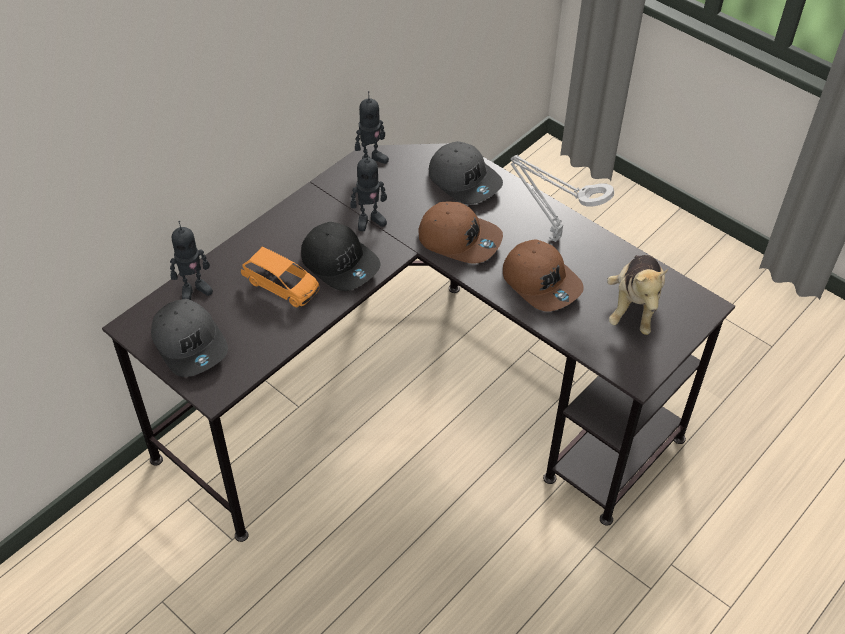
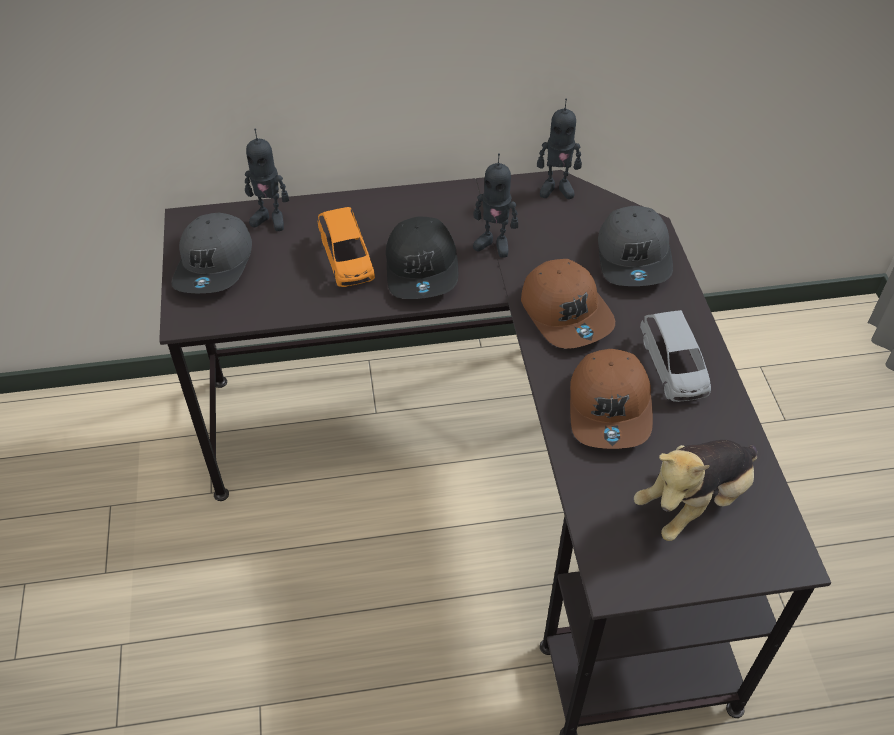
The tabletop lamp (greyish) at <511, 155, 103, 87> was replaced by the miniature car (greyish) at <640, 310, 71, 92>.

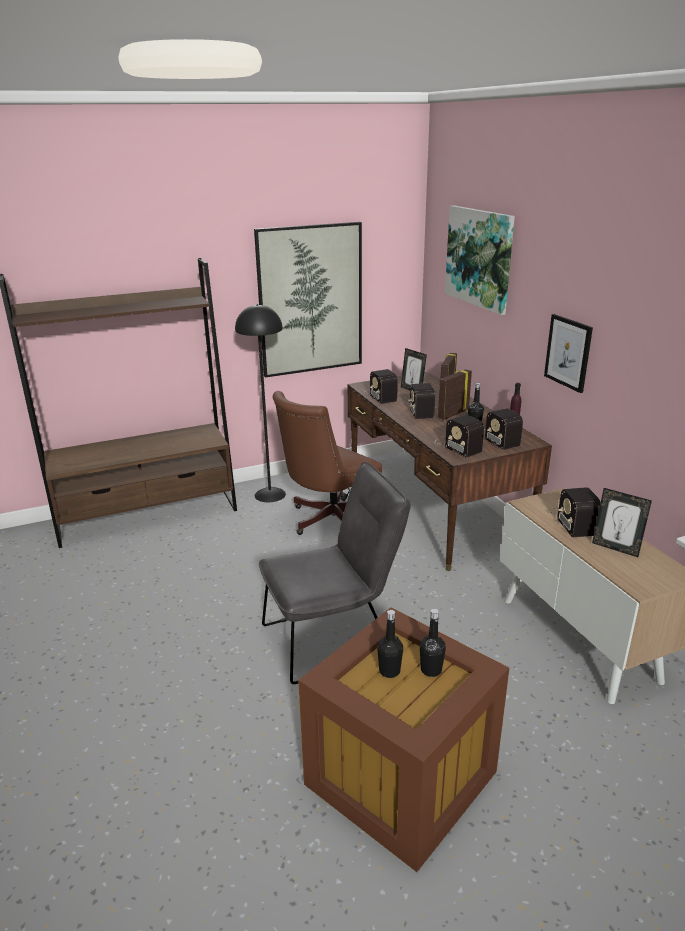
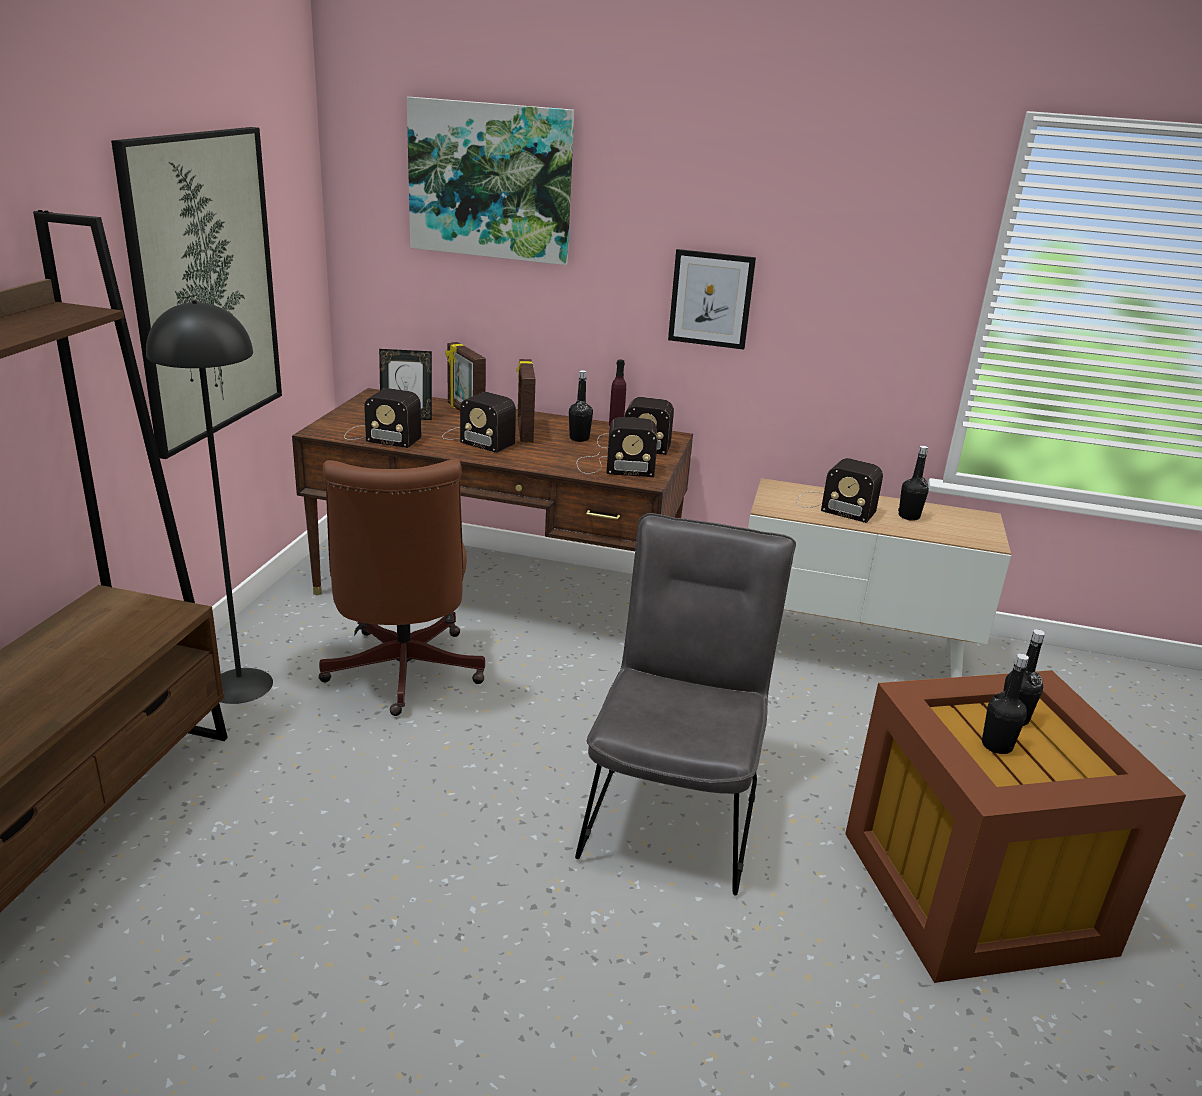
The picture frame at <592, 488, 60, 69> was replaced by the bottle (black-coloured) at <898, 446, 31, 75>.

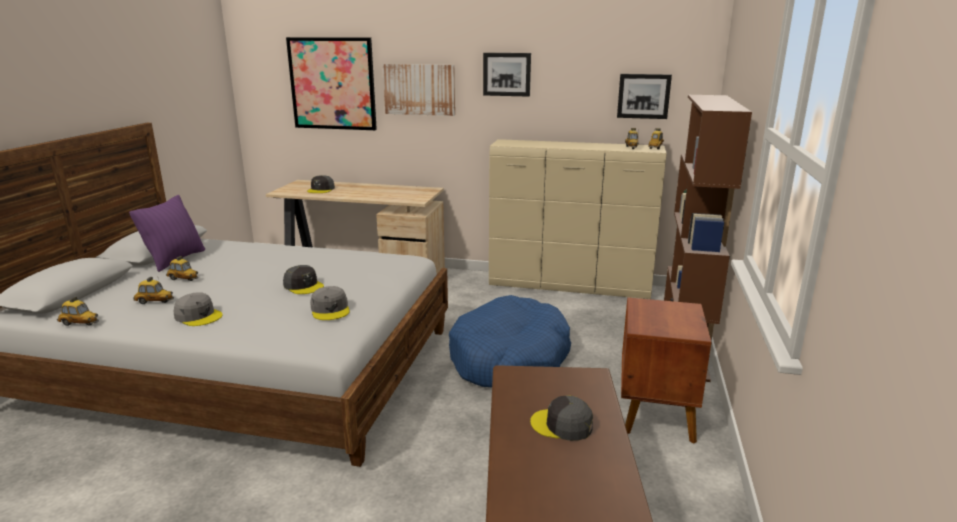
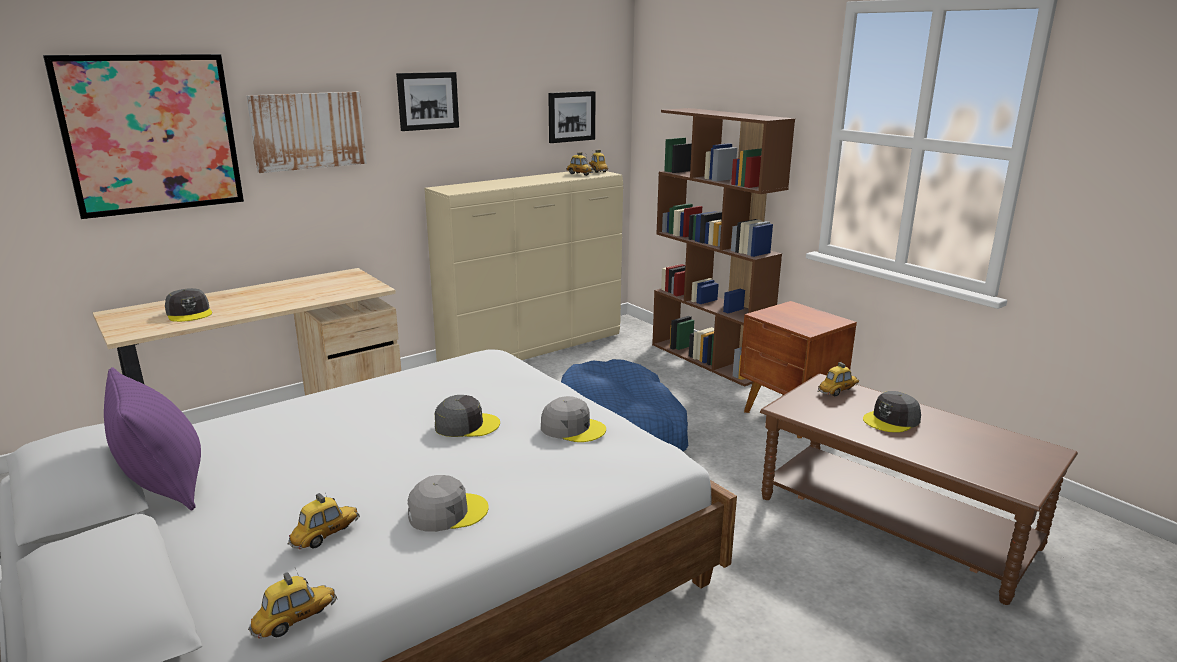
The miniature car moved from <166, 256, 32, 25> to <817, 362, 42, 35>.

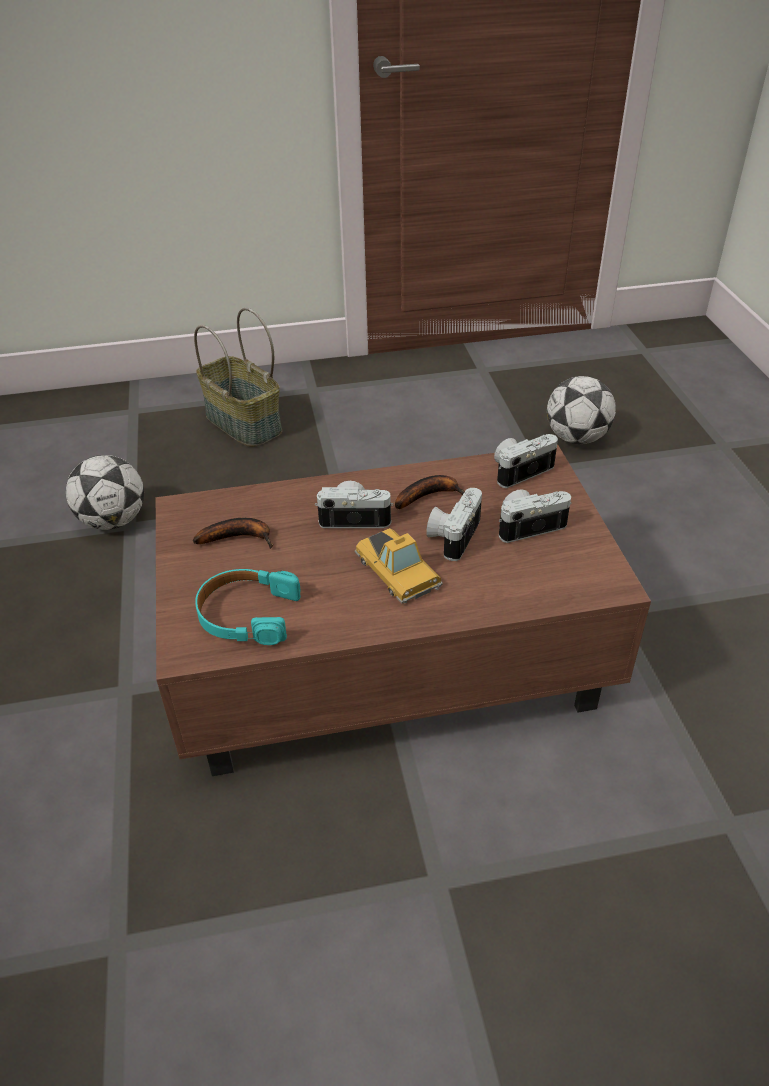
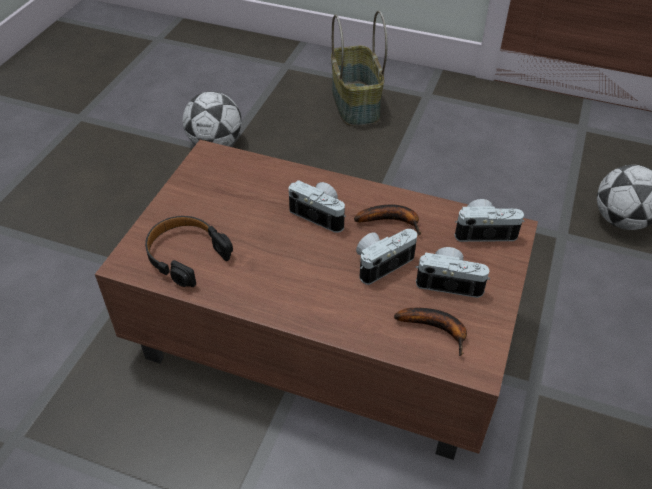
The headset (blue-green) at <195, 569, 106, 76> became the headset (black-coloured) at <145, 216, 88, 71>.
The banana moved from <193, 518, 80, 31> to <394, 308, 73, 48>.
The miniature car at <355, 528, 88, 75> disappeared.

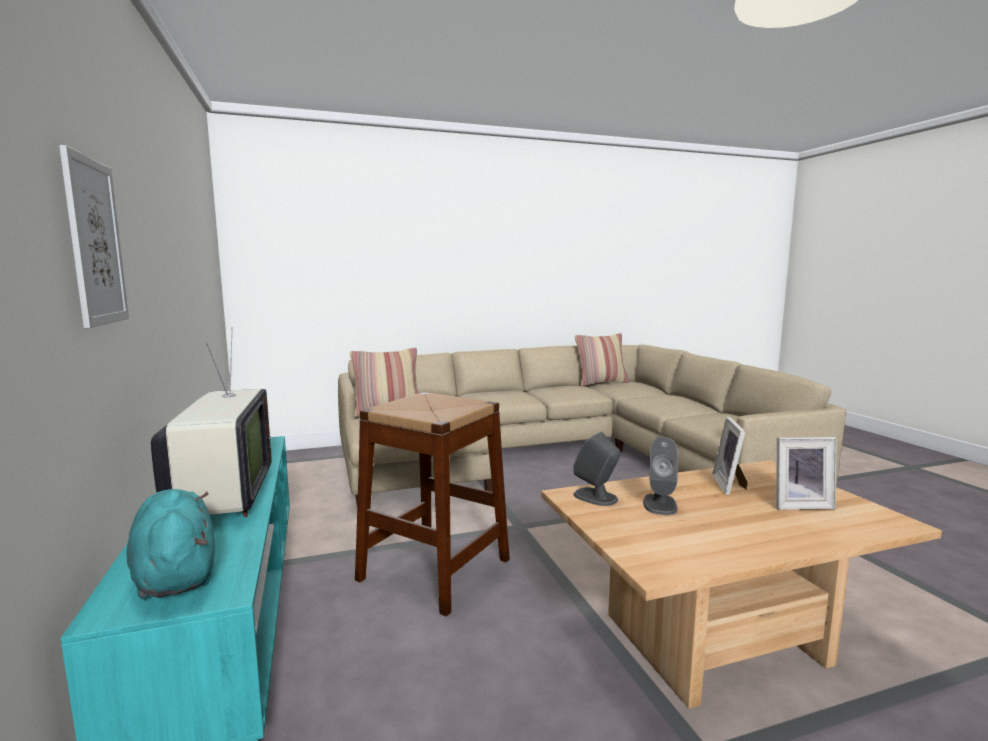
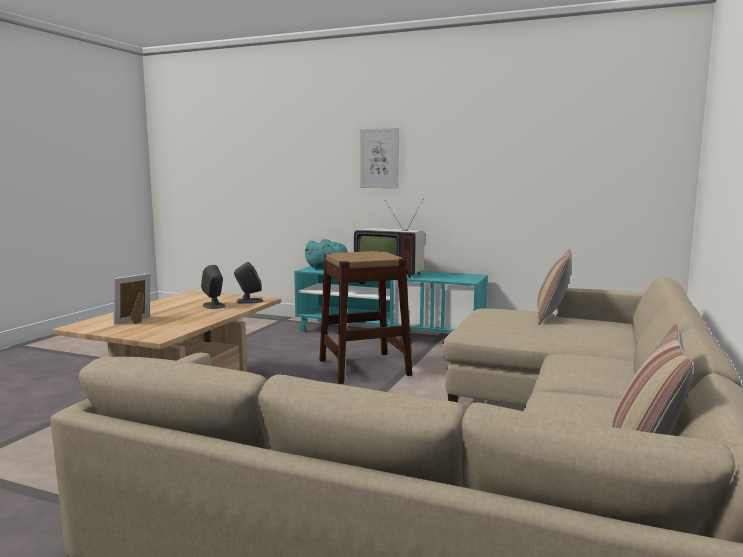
The picture frame at <712, 417, 36, 78> disappeared.

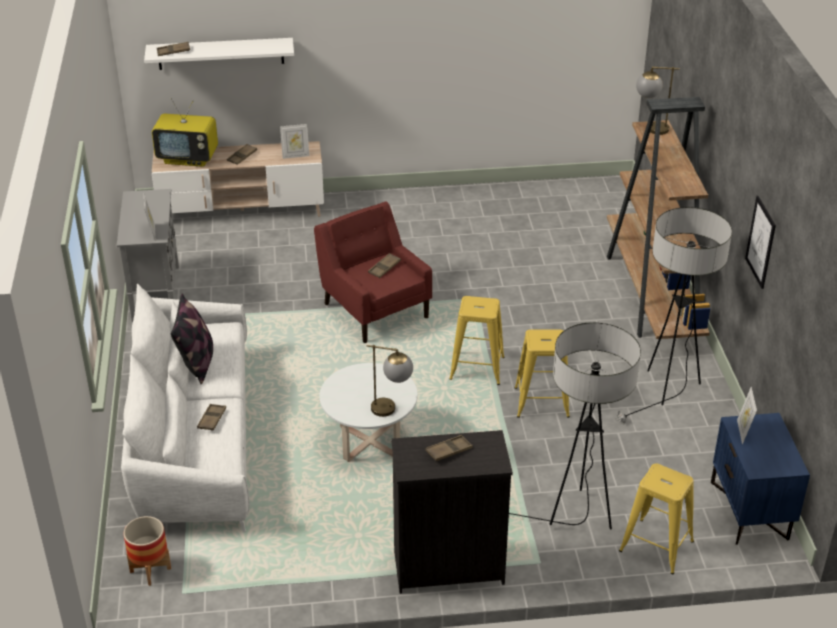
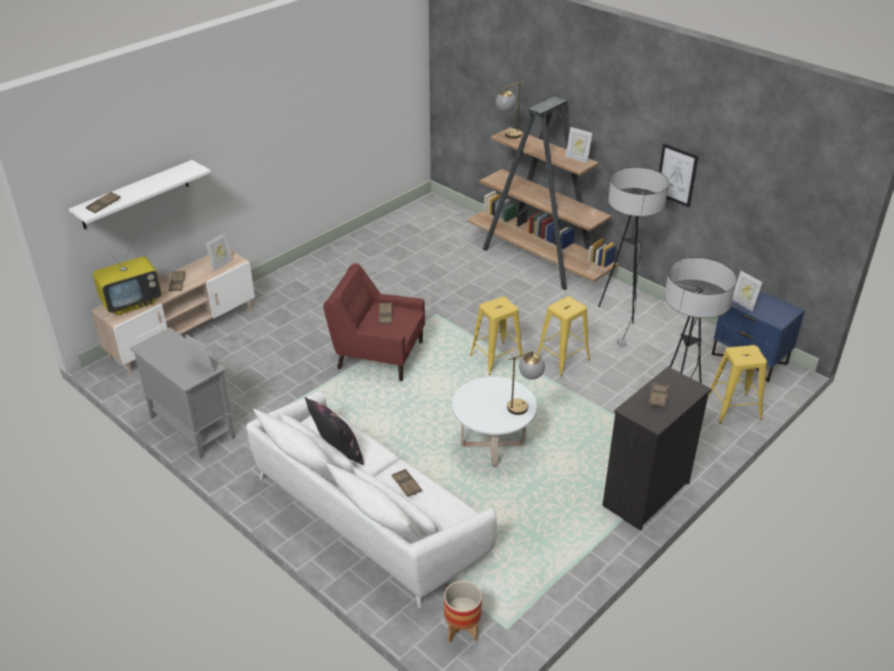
The picture frame at <566, 127, 26, 36> appeared.

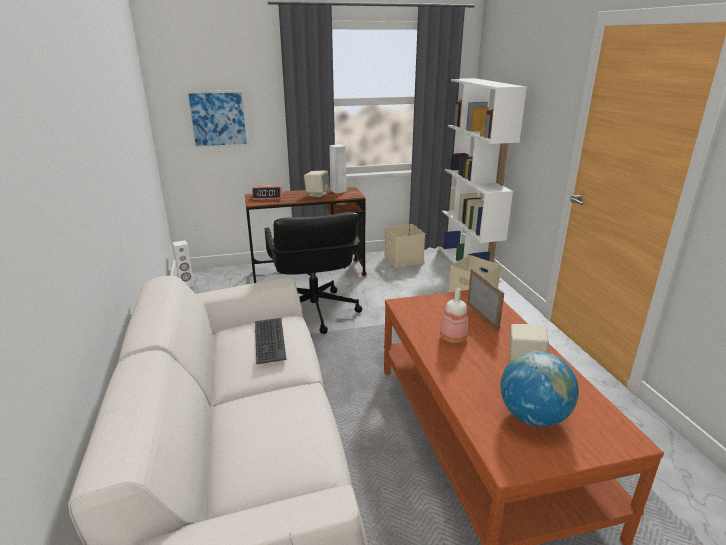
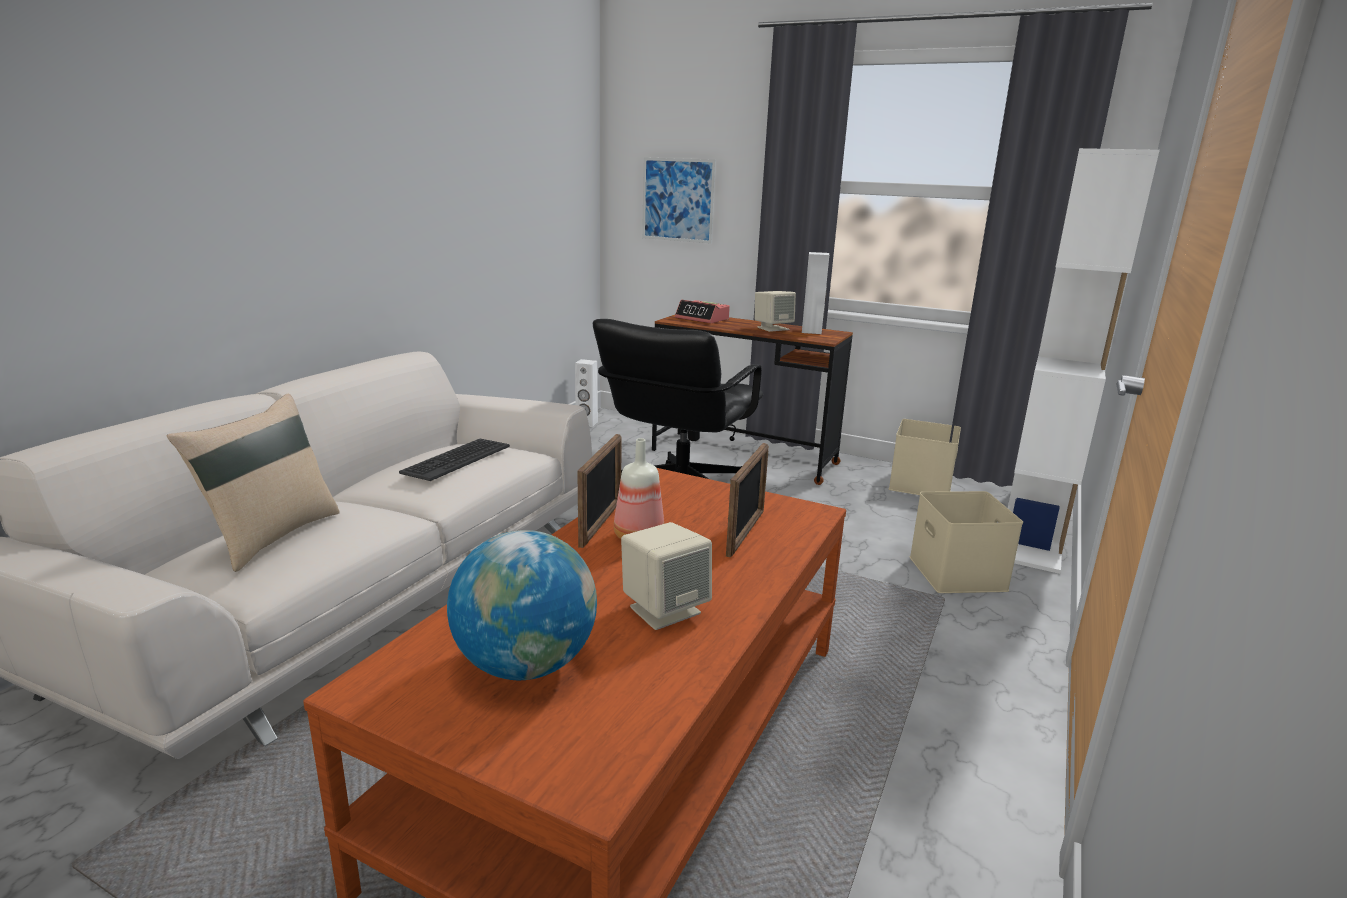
The pillow (beige-coloured) at <167, 394, 173, 178> appeared.
The picture frame at <577, 434, 45, 114> appeared.

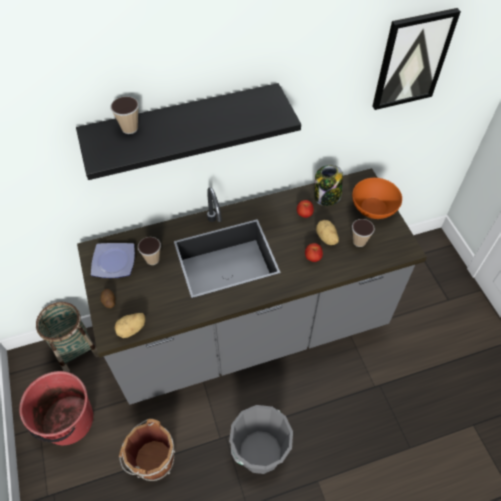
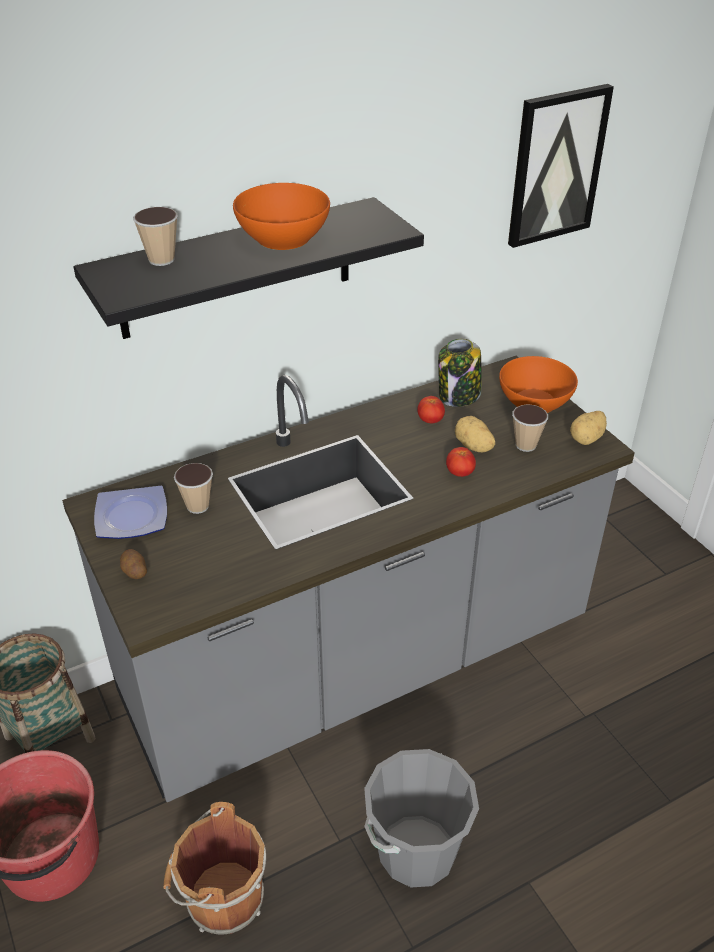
The bowl (orange) at <233, 183, 97, 67> appeared.
The whole potato moved from <115, 313, 30, 25> to <570, 411, 37, 34>.

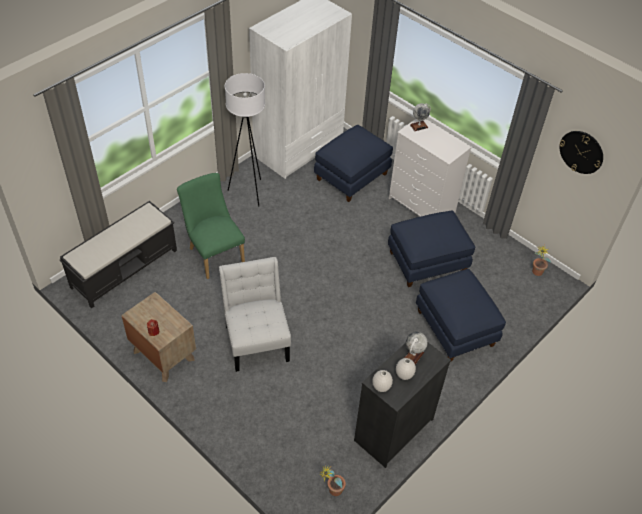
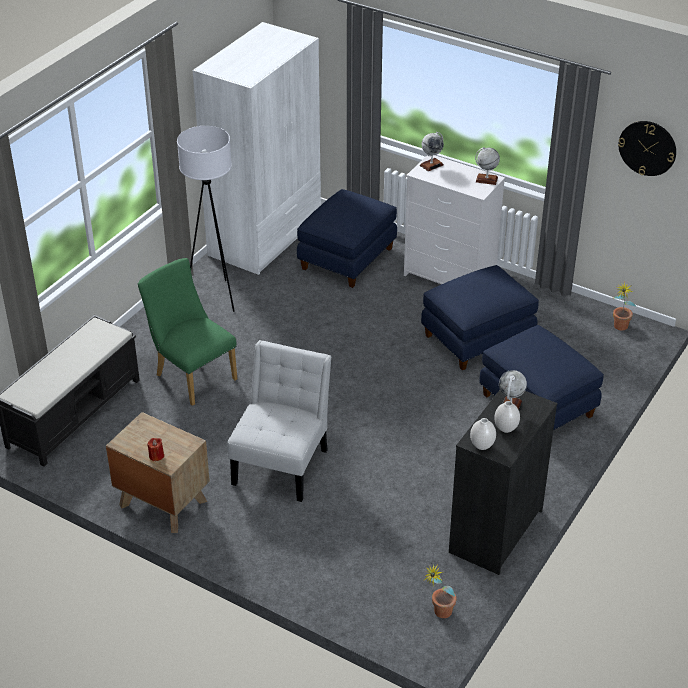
The chair (white) at <219, 257, 72, 115> turned 45 degrees clockwise.
The globe at <475, 147, 25, 38> appeared.

